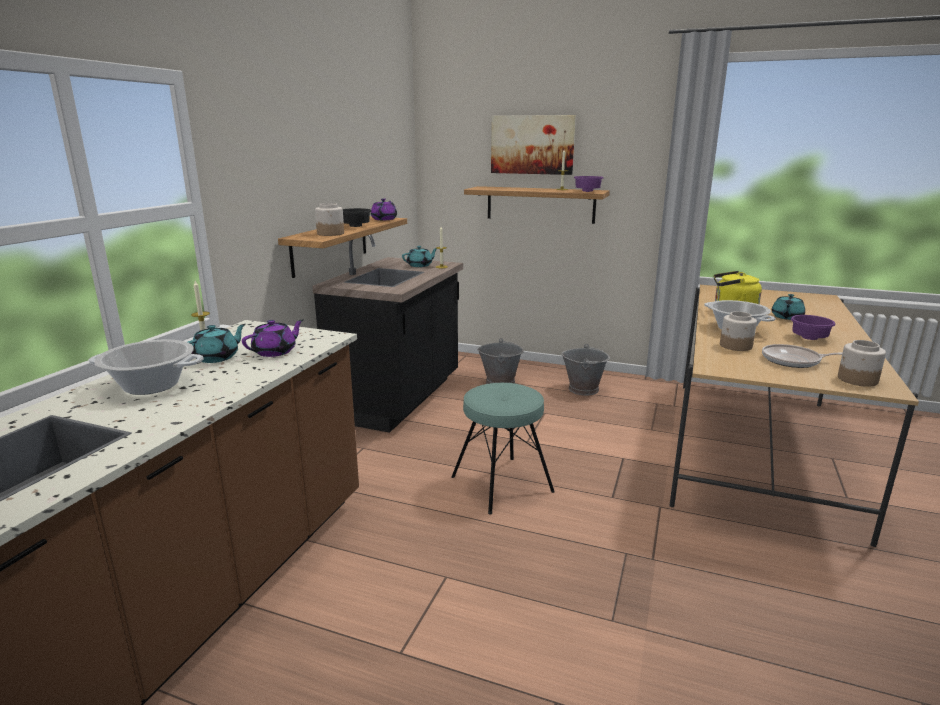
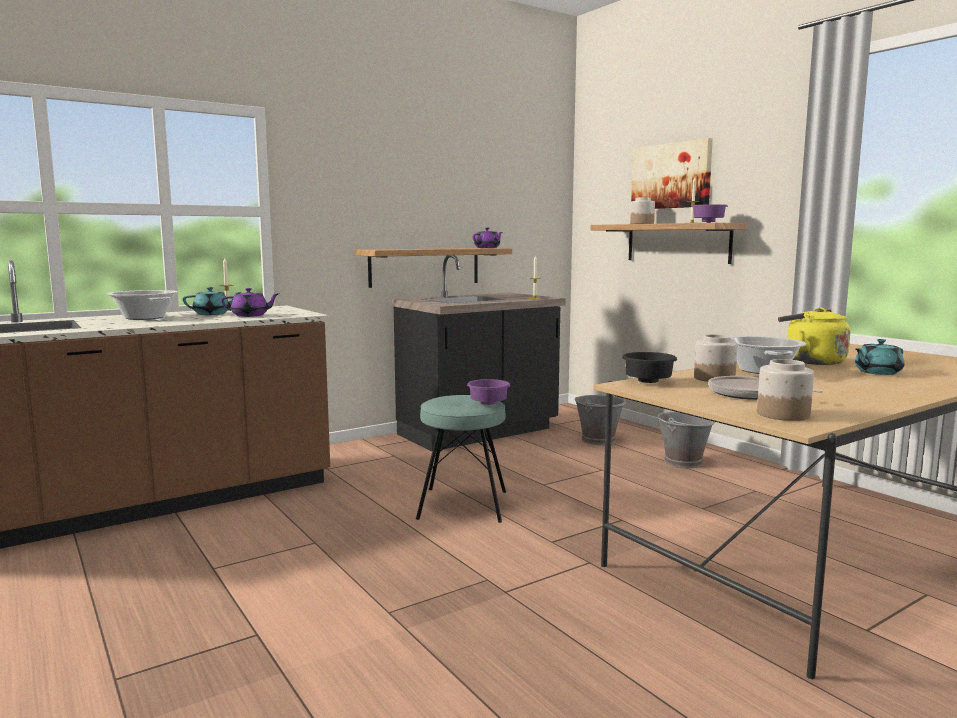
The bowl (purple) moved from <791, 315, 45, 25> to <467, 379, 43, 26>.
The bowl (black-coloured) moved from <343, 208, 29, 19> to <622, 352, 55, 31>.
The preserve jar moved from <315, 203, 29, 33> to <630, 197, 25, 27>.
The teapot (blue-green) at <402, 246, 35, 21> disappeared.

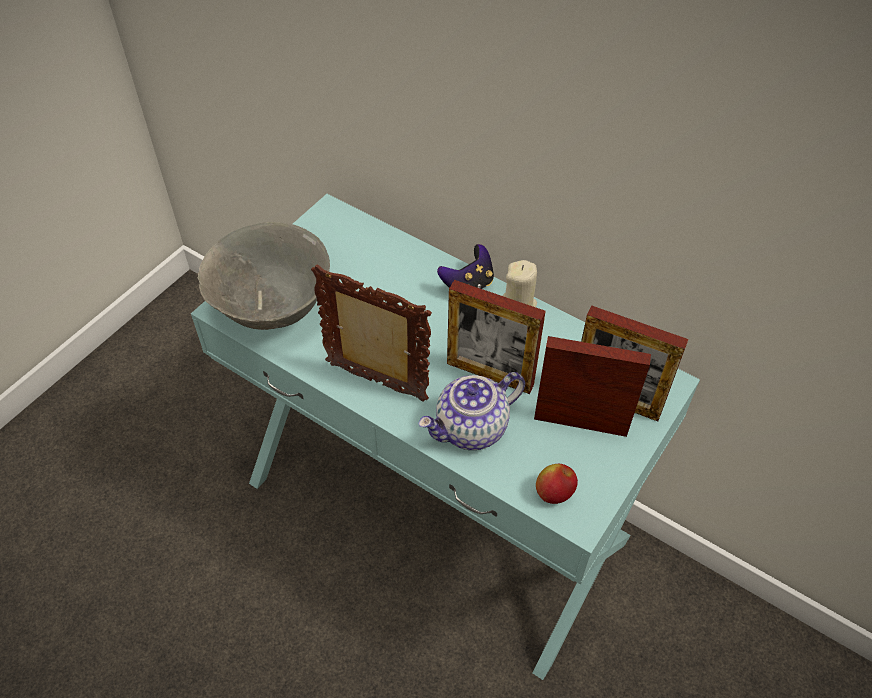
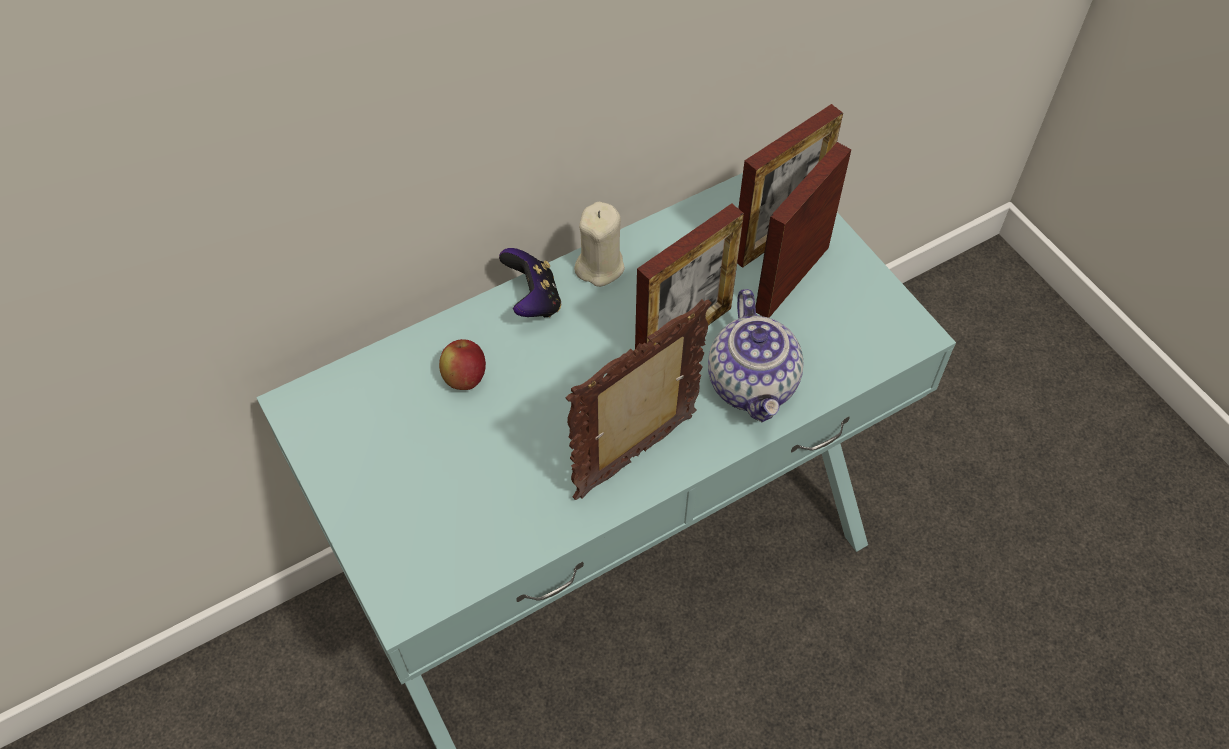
The apple moved from <536, 464, 42, 40> to <439, 339, 47, 51>.
The bowl (greyish) at <197, 222, 133, 108> disappeared.

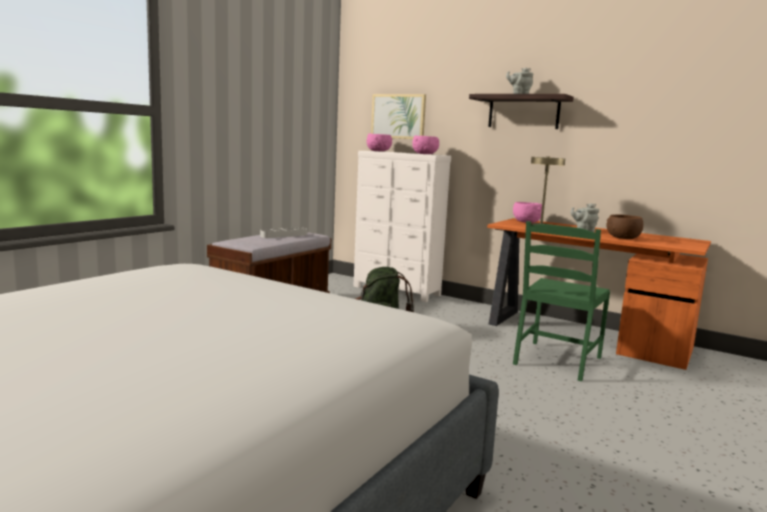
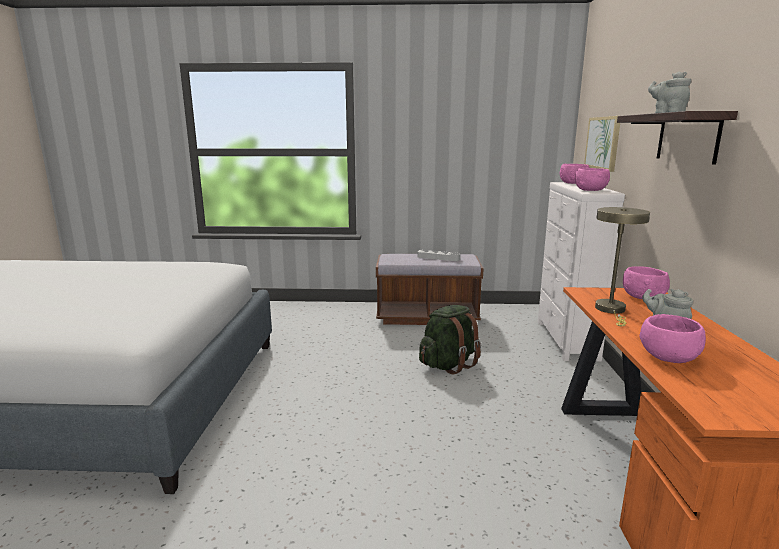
The bowl (brown) at <606, 214, 37, 25> became the bowl (pink-coloured) at <640, 314, 66, 49>.
The chair (green-coloured) at <513, 221, 97, 160> disappeared.

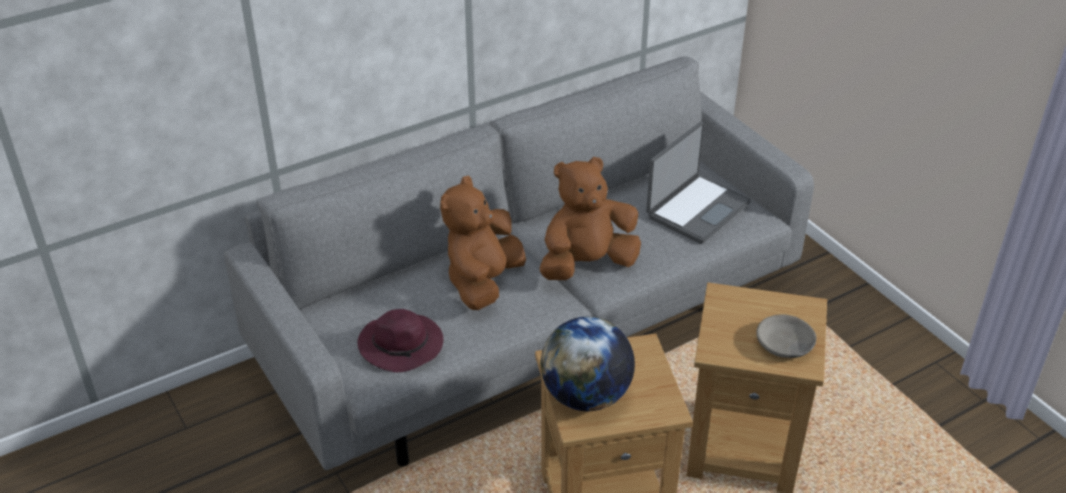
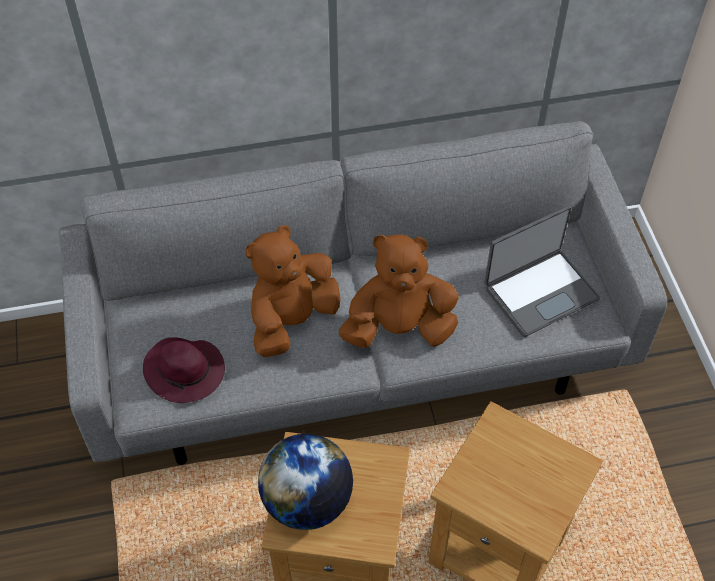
The bowl (greyish) at <756, 314, 60, 44> disappeared.

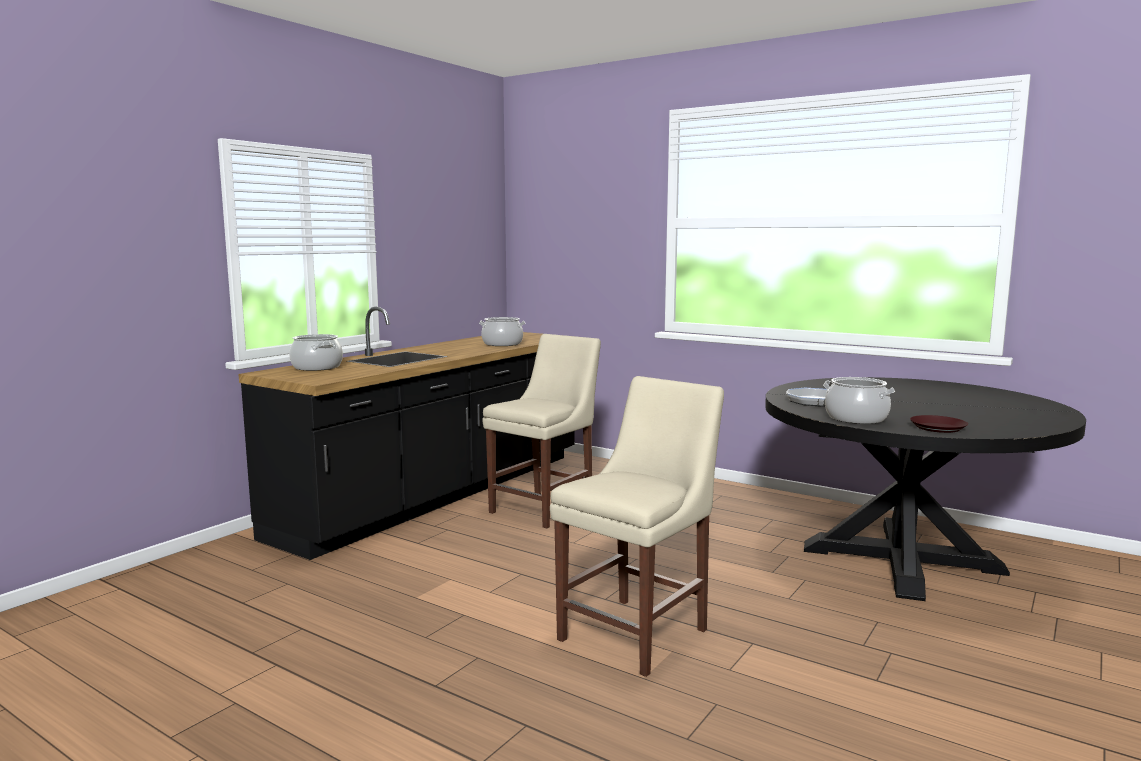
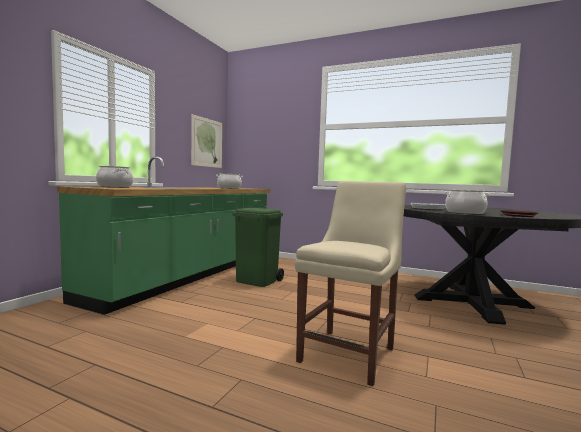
The counter (black-coloured) at <239, 307, 336, 253> became the counter (green-coloured) at <57, 156, 213, 159>.
The wall picture at <191, 114, 31, 54> appeared.
The chair (beige-coloured) at <482, 334, 119, 194> was replaced by the waste bin (green-coloured) at <232, 208, 52, 79>.

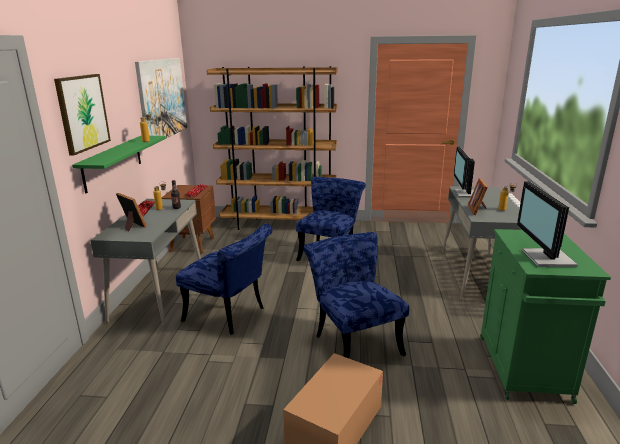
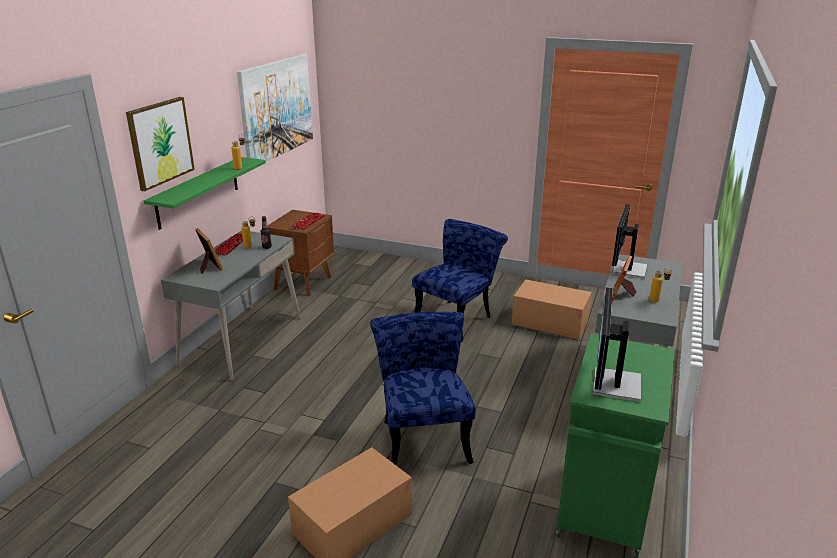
The packing box at <512, 279, 80, 60> appeared.
The chair (blue-coloured) at <176, 224, 96, 111> disappeared.
The bookcase (brown) at <207, 66, 131, 164> disappeared.

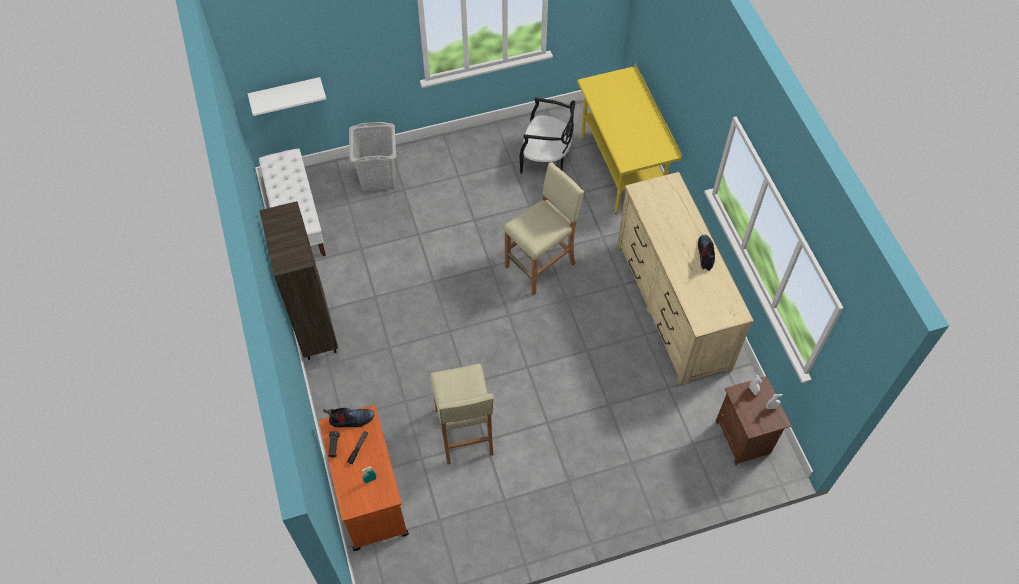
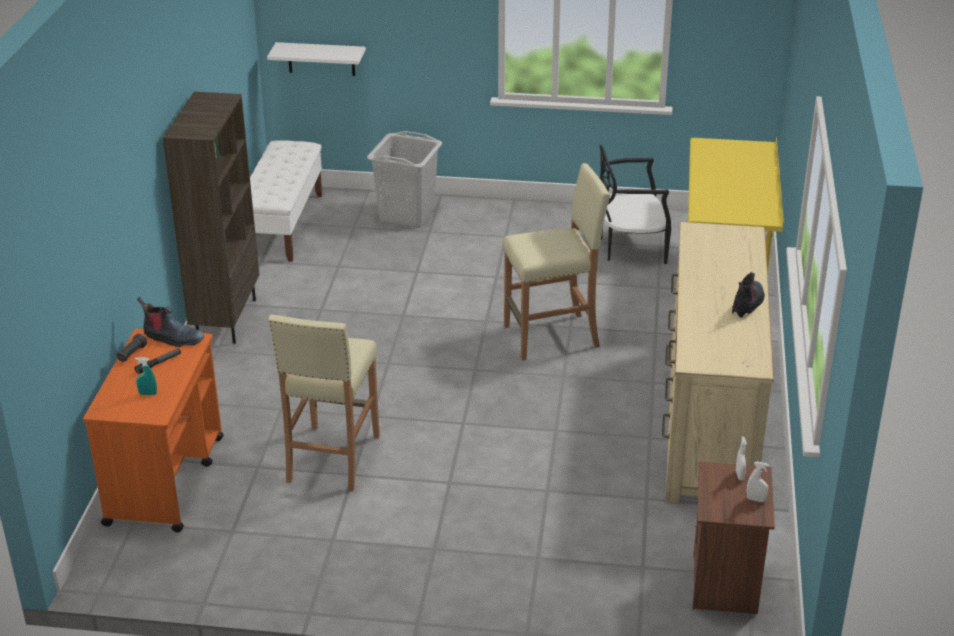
The chair (black-coloured) at <519, 97, 57, 77> turned 135 degrees clockwise.

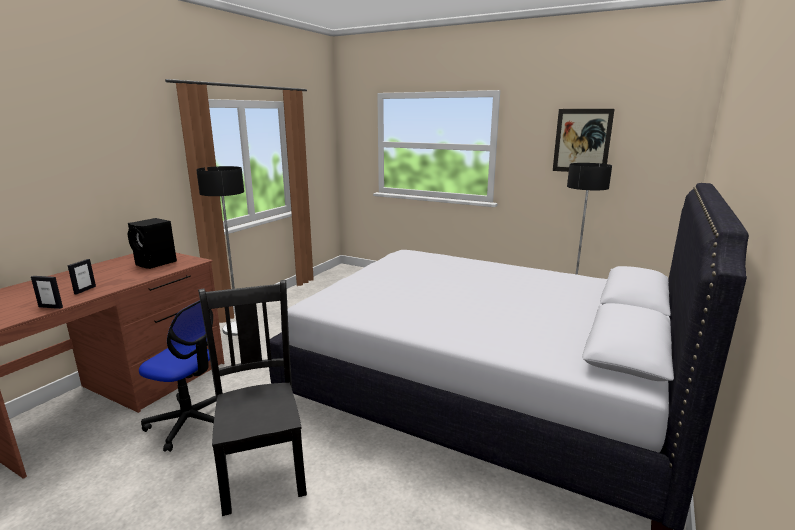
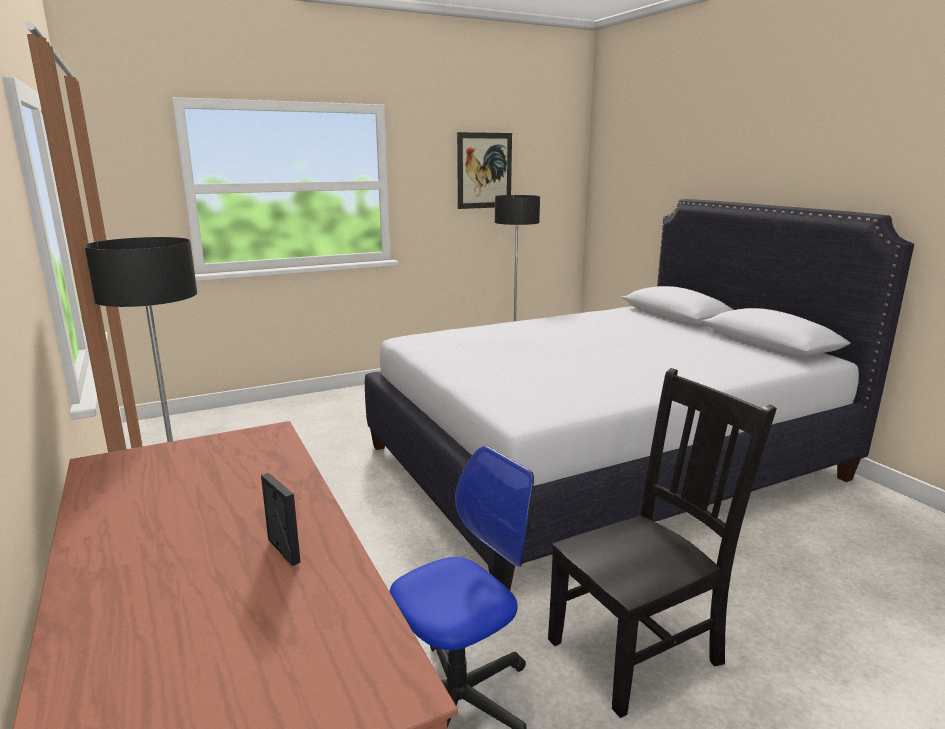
The chair (black-coloured) at <198, 280, 109, 236> turned 135 degrees clockwise.
The picture frame at <31, 276, 32, 33> disappeared.
The speaker (black-coloured) at <128, 218, 49, 51> disappeared.

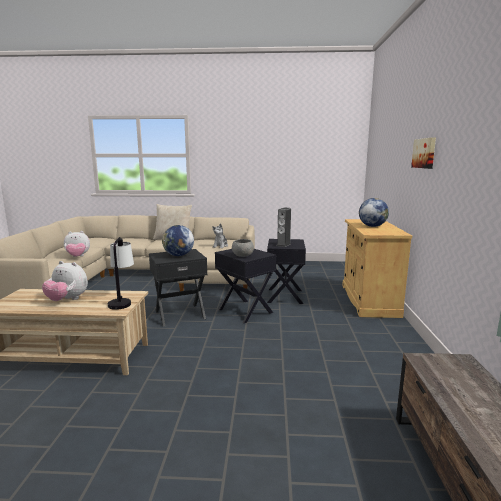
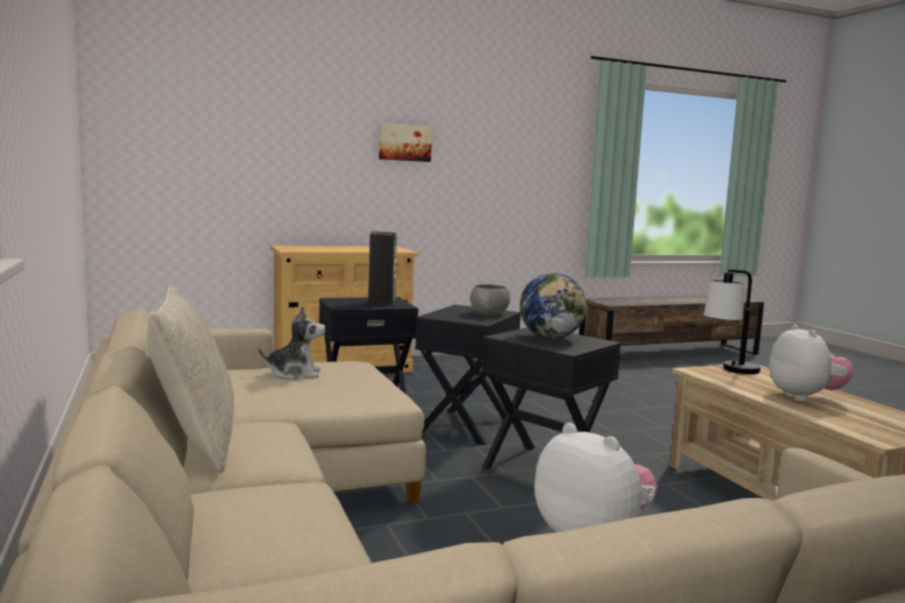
The globe at <359, 198, 30, 29> disappeared.

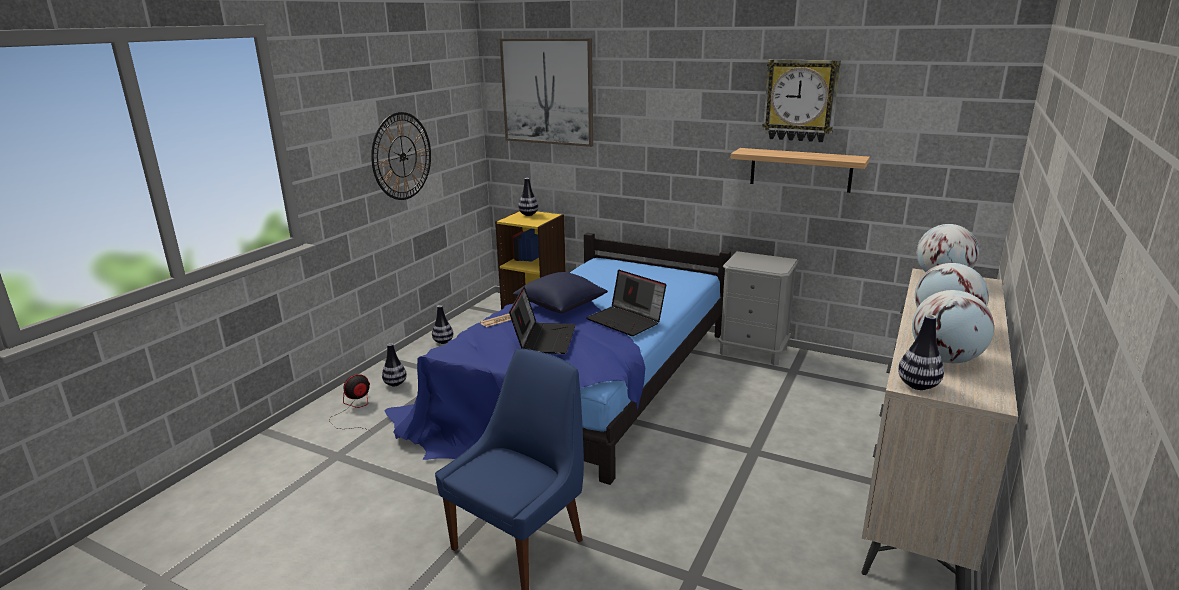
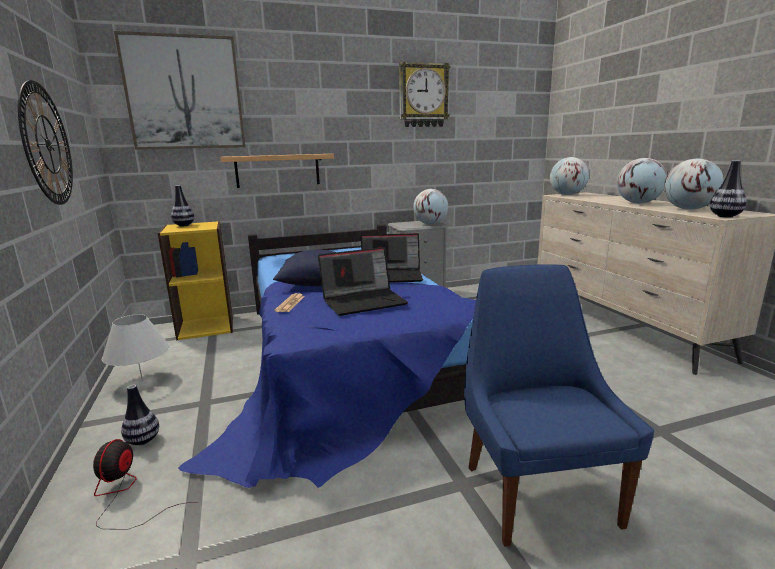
The vase at <432, 305, 21, 39> was replaced by the tabletop lamp (white) at <102, 314, 67, 68>.
The bracket shelf moved from <731, 148, 139, 45> to <220, 154, 114, 34>.
The portable computer at <509, 287, 67, 67> turned 105 degrees clockwise.
The globe at <413, 189, 35, 35> appeared.

